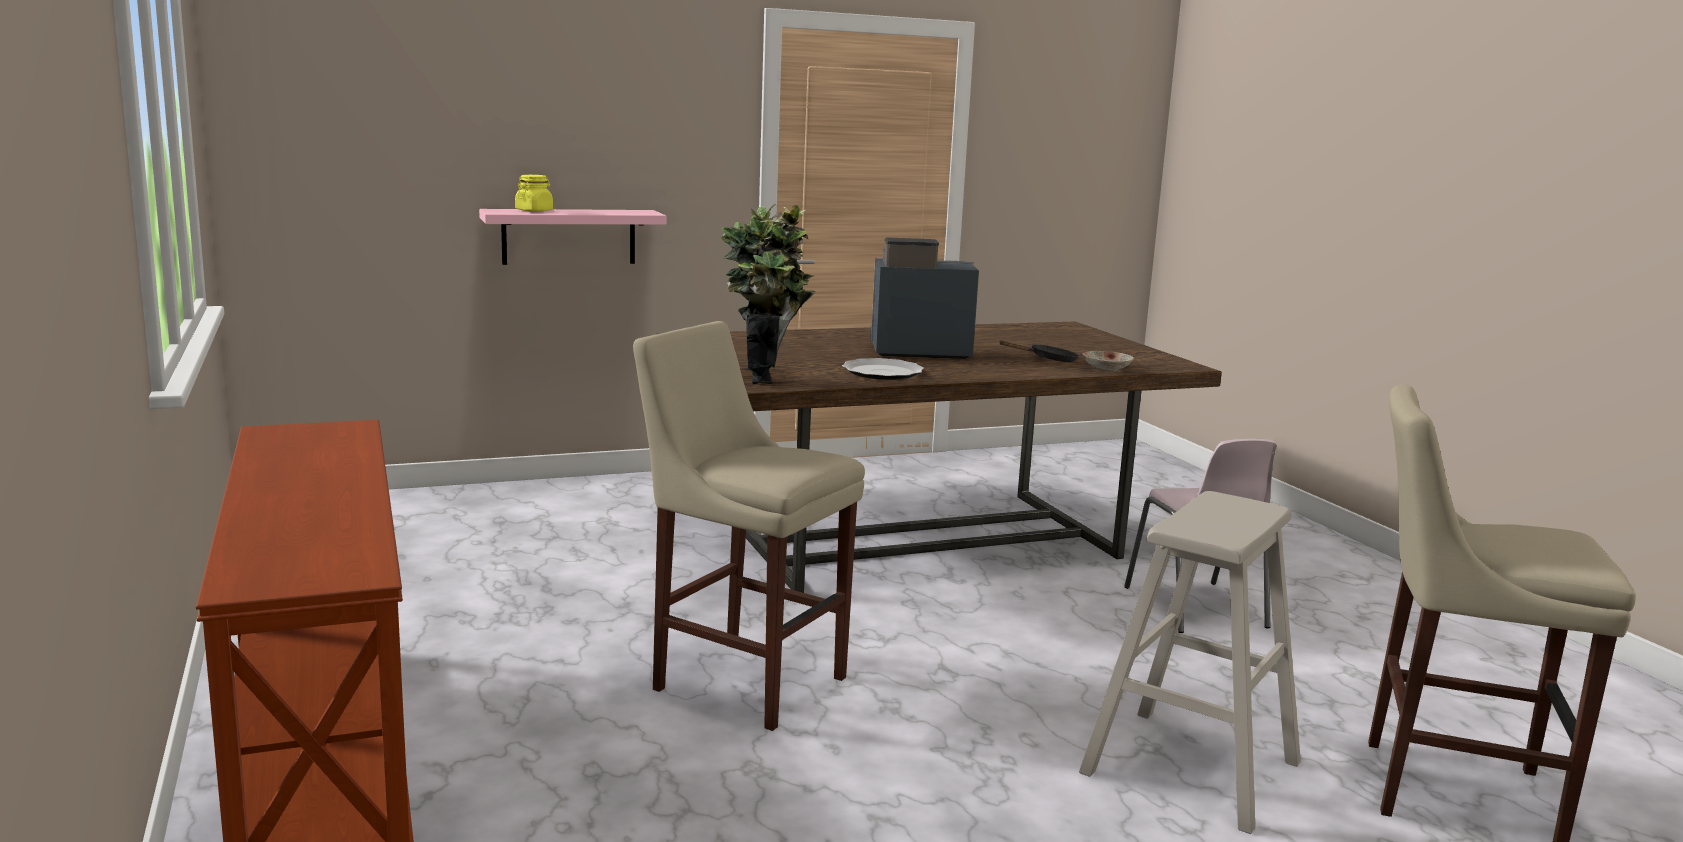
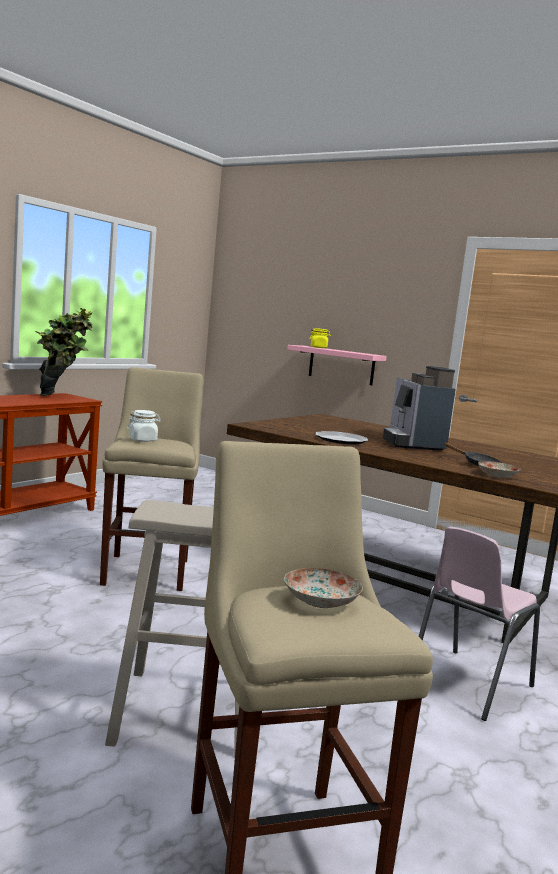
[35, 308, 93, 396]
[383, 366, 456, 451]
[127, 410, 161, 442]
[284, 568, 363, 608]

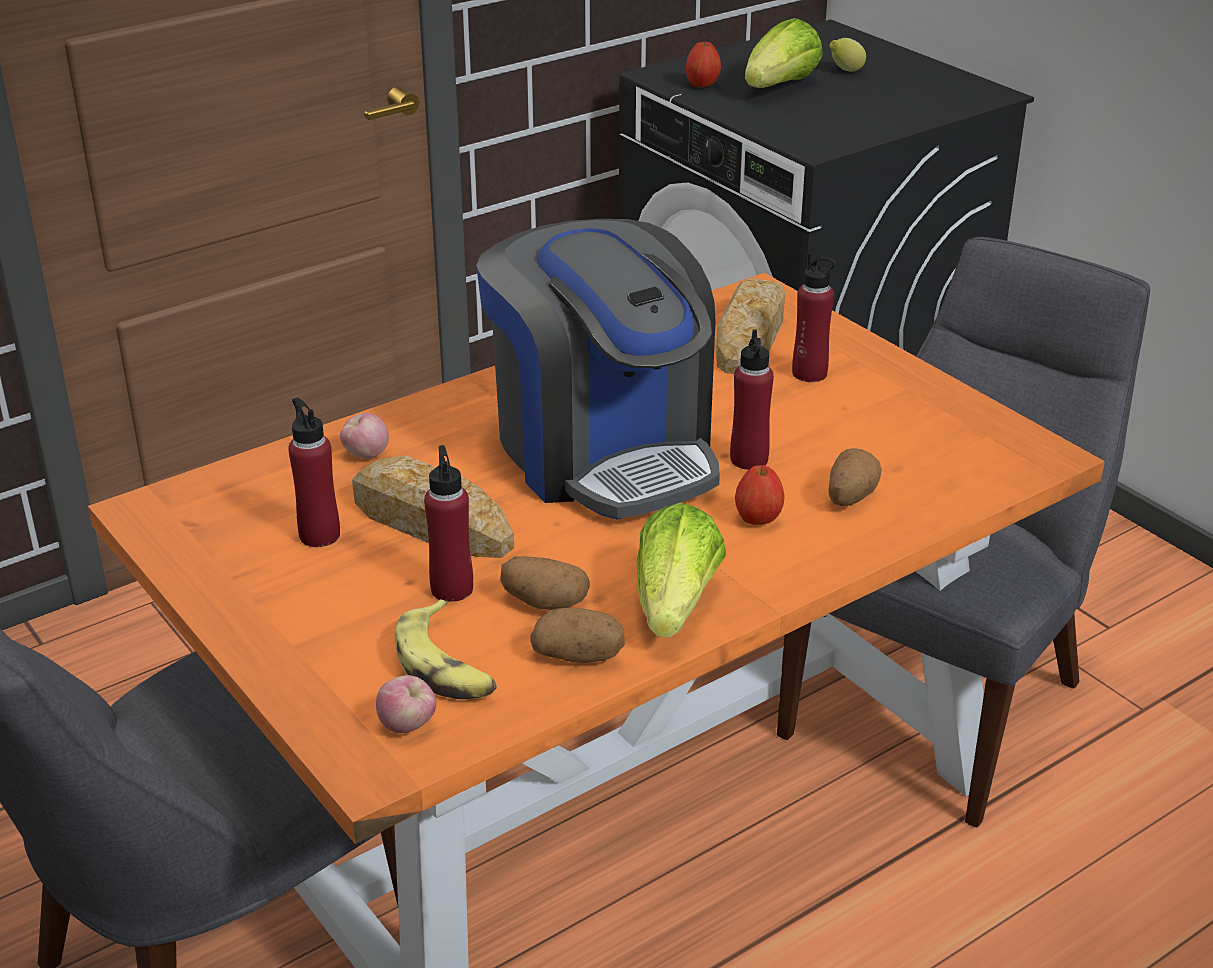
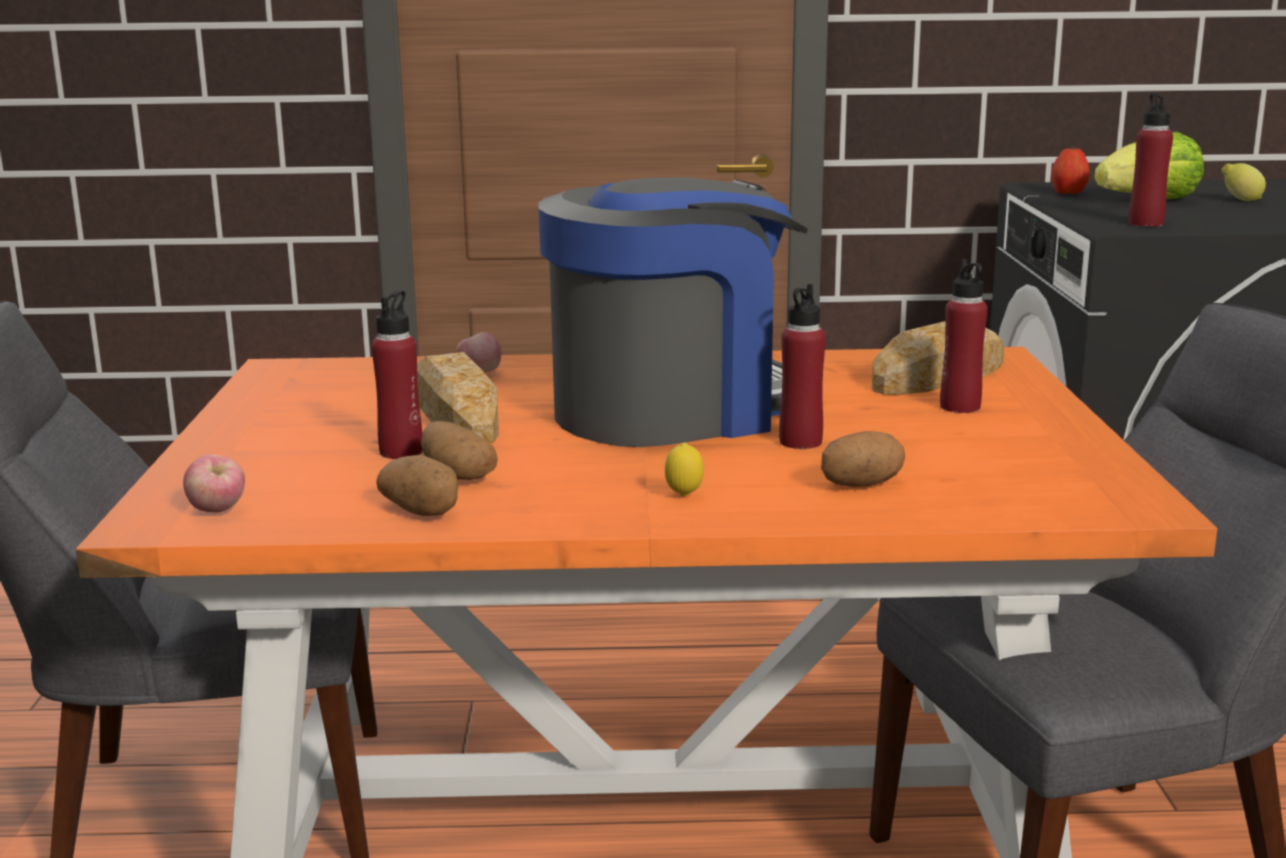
[1128, 94, 1173, 227]
[395, 599, 497, 699] (first image)
[538, 178, 808, 447]
[637, 503, 726, 638] (first image)
[735, 465, 785, 525] (first image)
[665, 443, 704, 497]

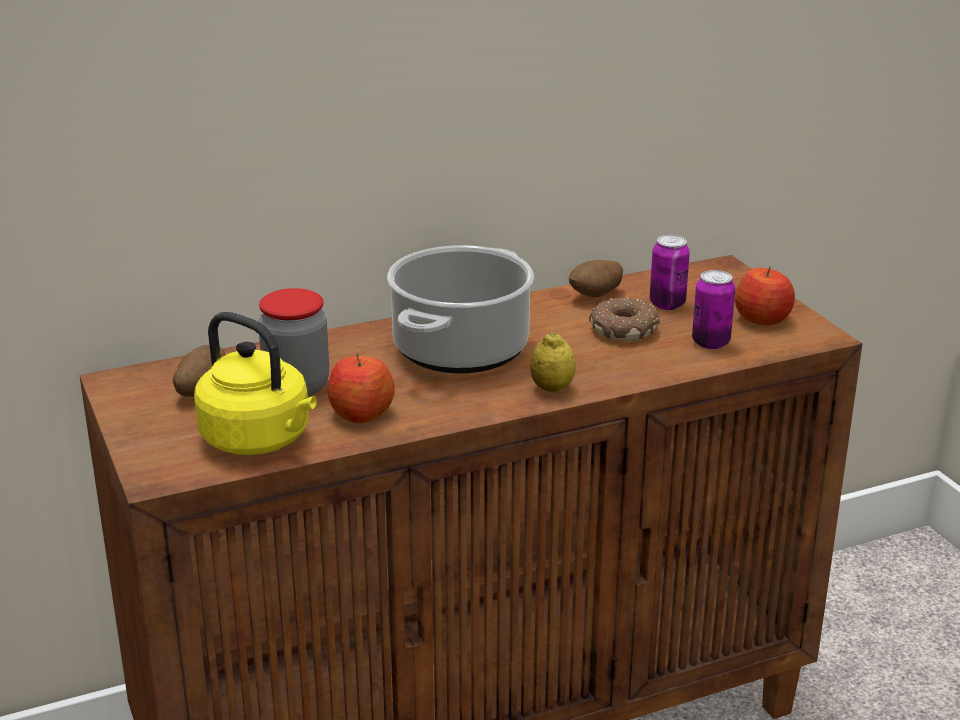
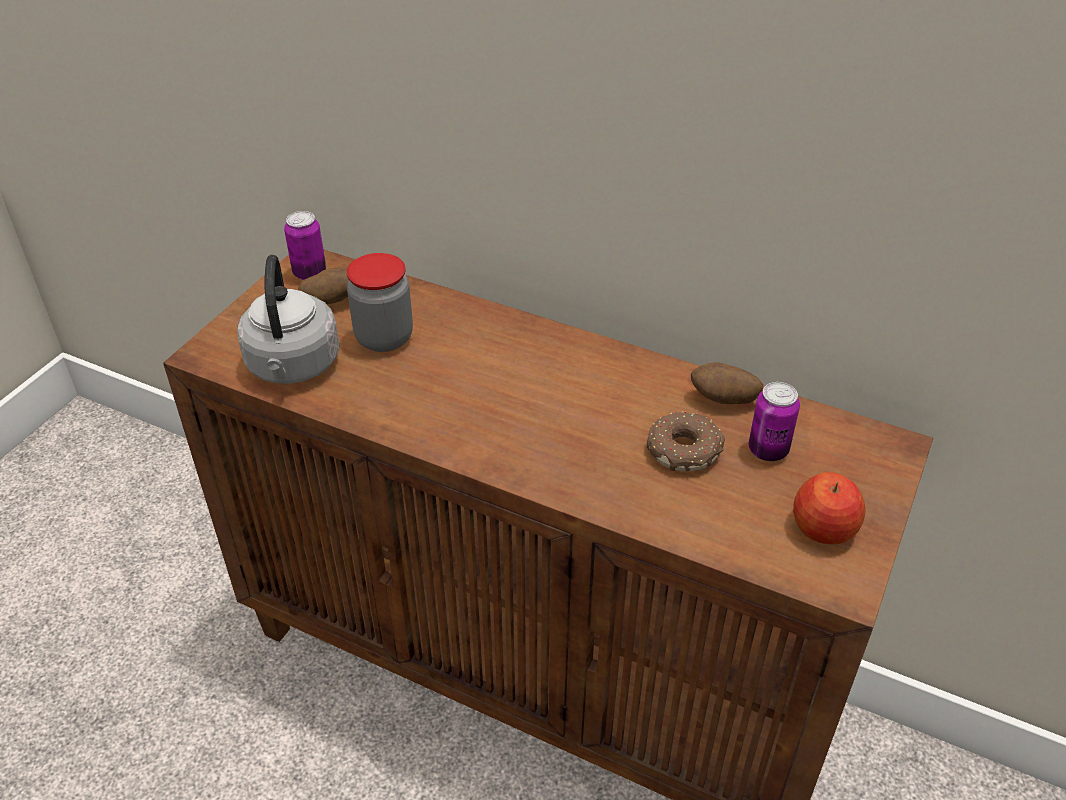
[237, 255, 340, 384]
[328, 354, 395, 423] (first image)
[387, 245, 534, 373] (first image)
[530, 332, 576, 392] (first image)
[284, 211, 326, 280]

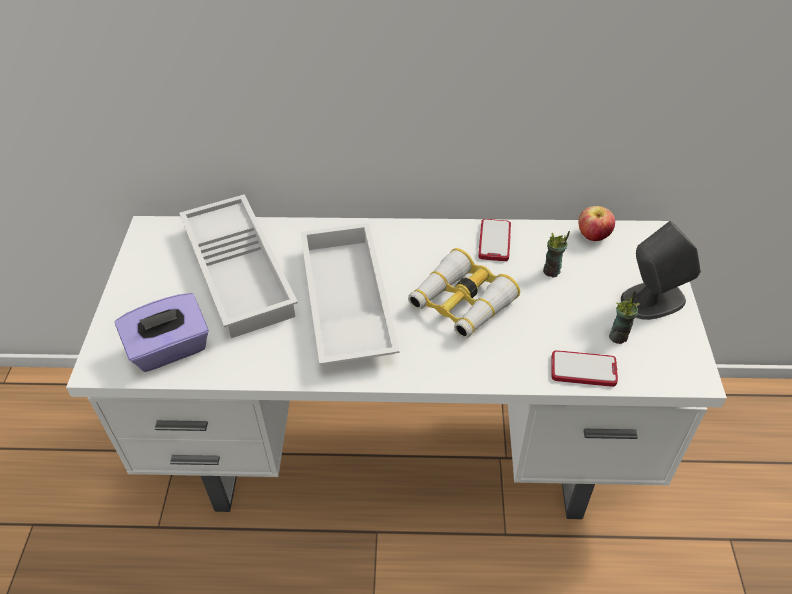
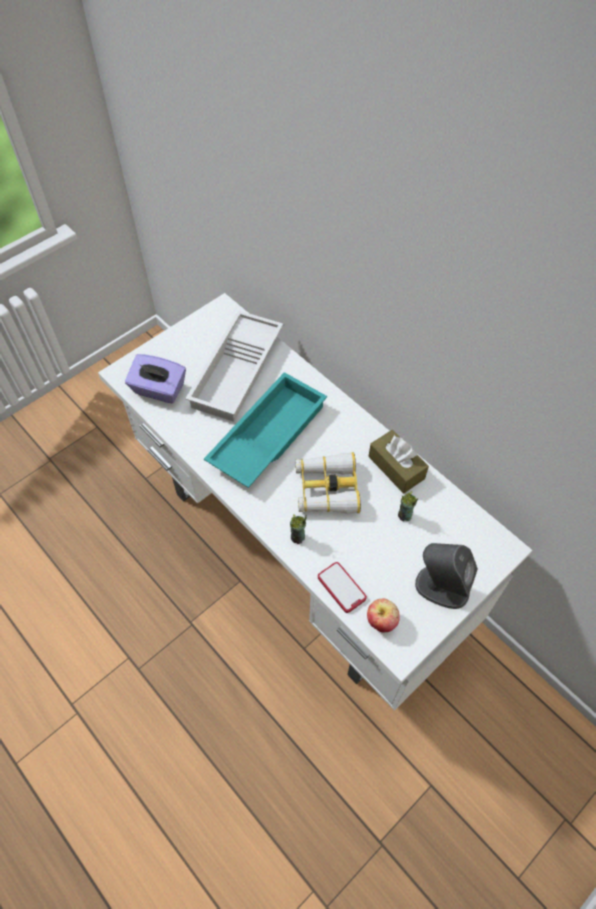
[204, 372, 327, 488]
[368, 430, 429, 493]
[367, 599, 400, 633]
[290, 514, 307, 544]

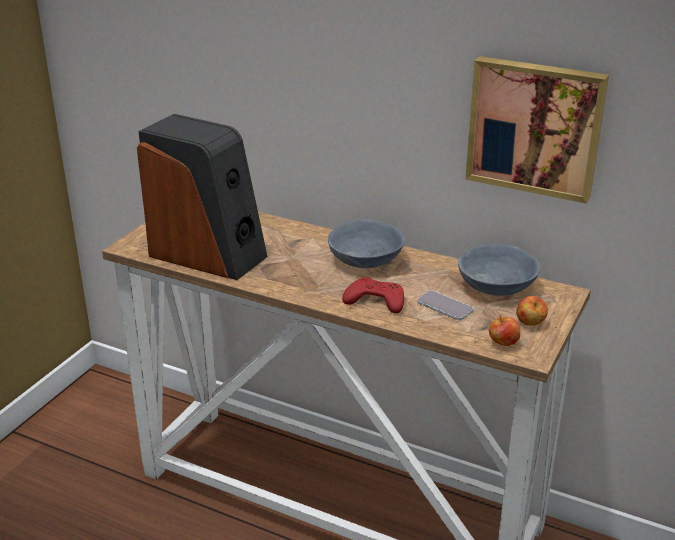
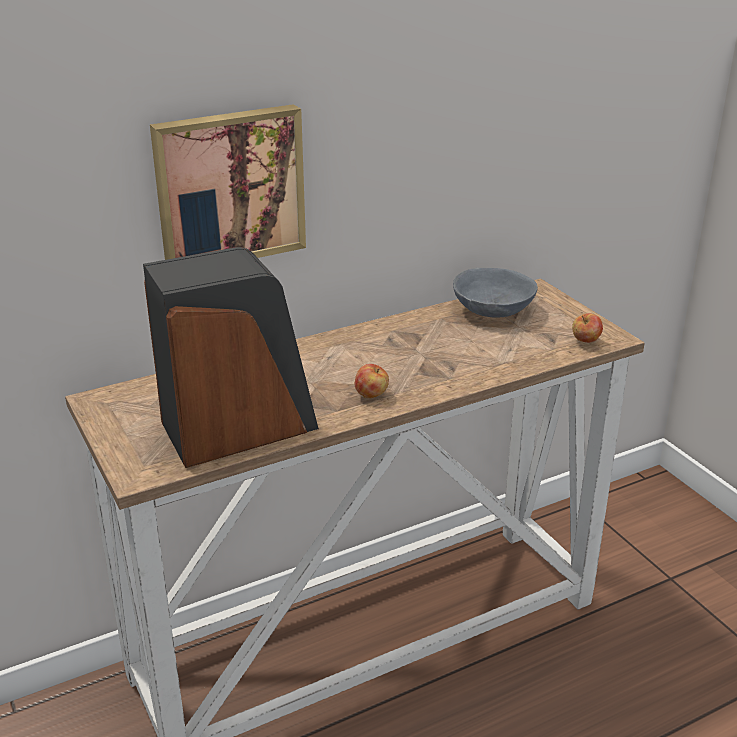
[328, 219, 405, 268] (first image)
[342, 277, 404, 313] (first image)
[417, 290, 474, 320] (first image)
[150, 104, 306, 260]
[355, 364, 389, 398]

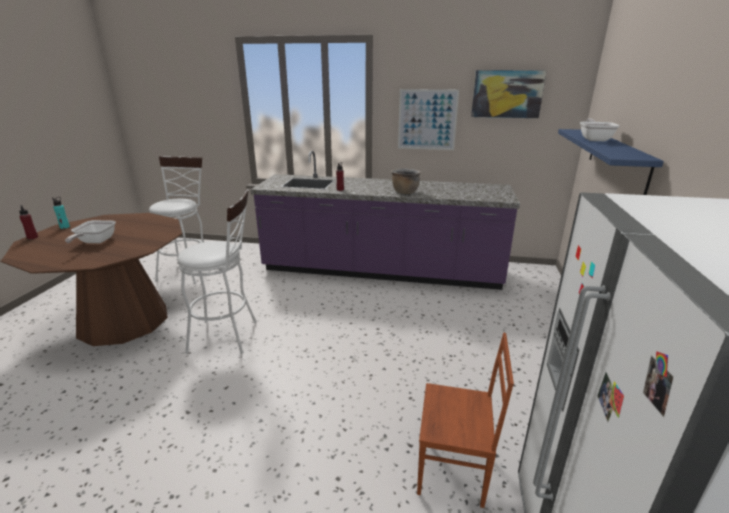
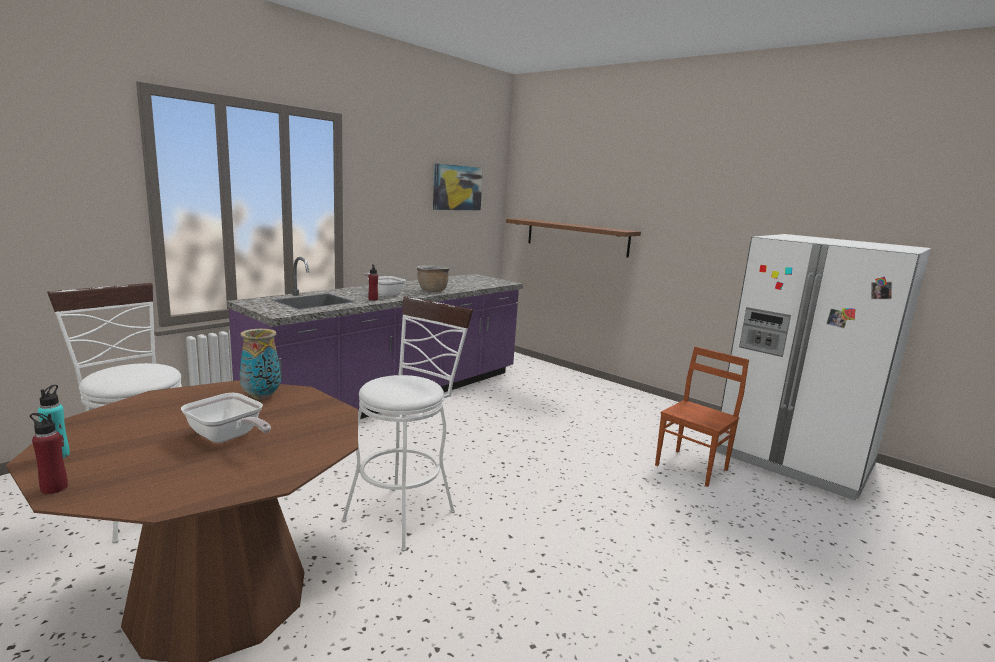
[398, 89, 459, 150] (first image)
[506, 219, 641, 258]
[364, 273, 406, 296]
[240, 329, 281, 399]

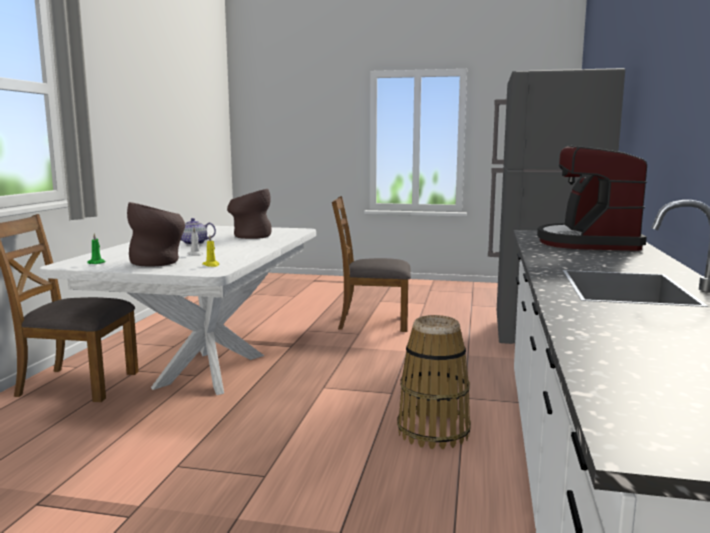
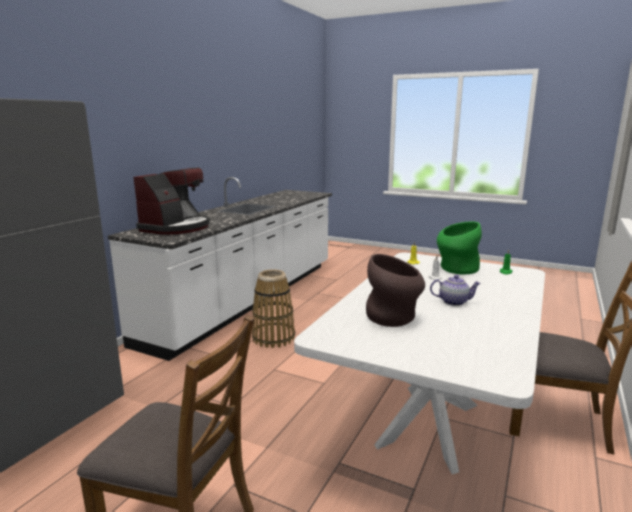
[437, 221, 482, 274]

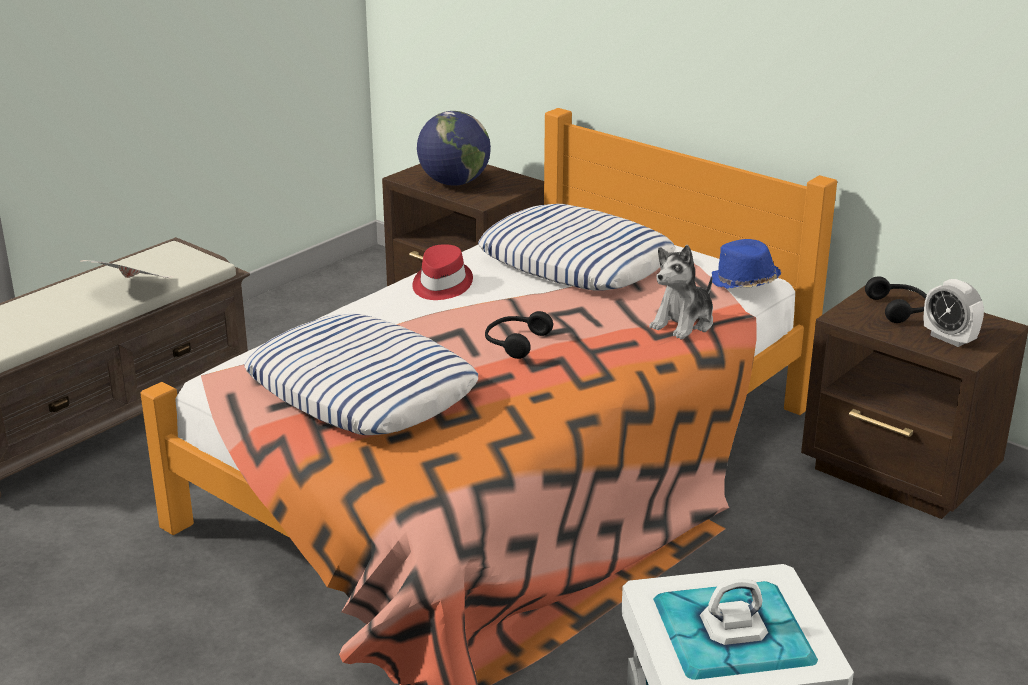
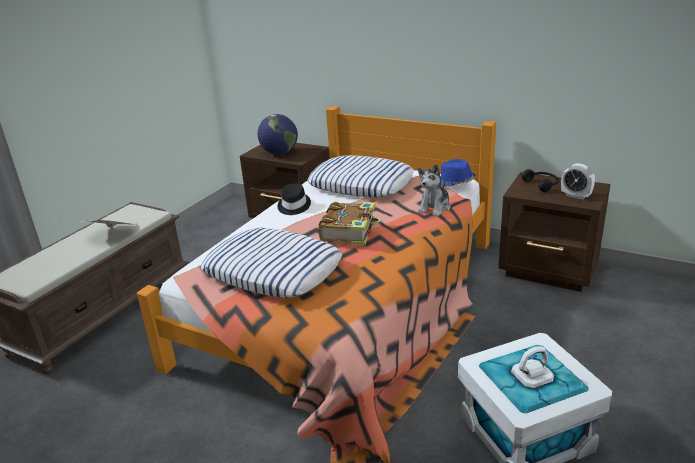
[278, 184, 311, 215]
[319, 202, 381, 246]

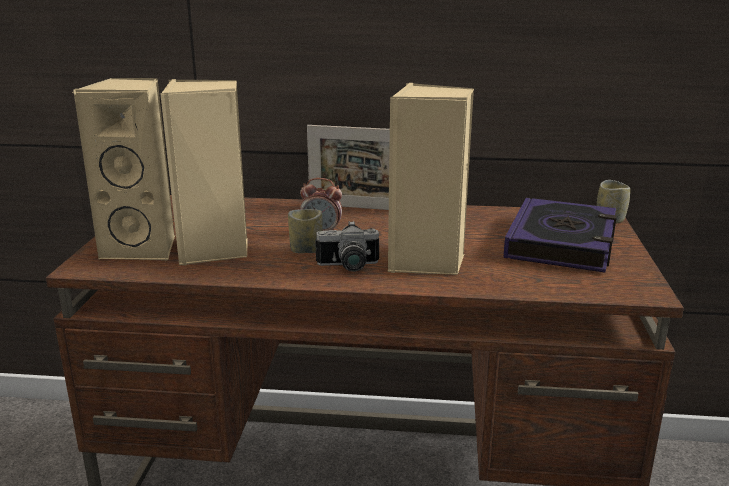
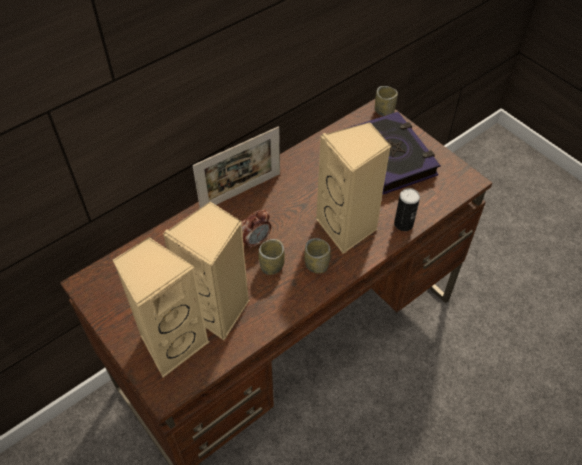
[304, 238, 331, 274]
[394, 188, 420, 231]

